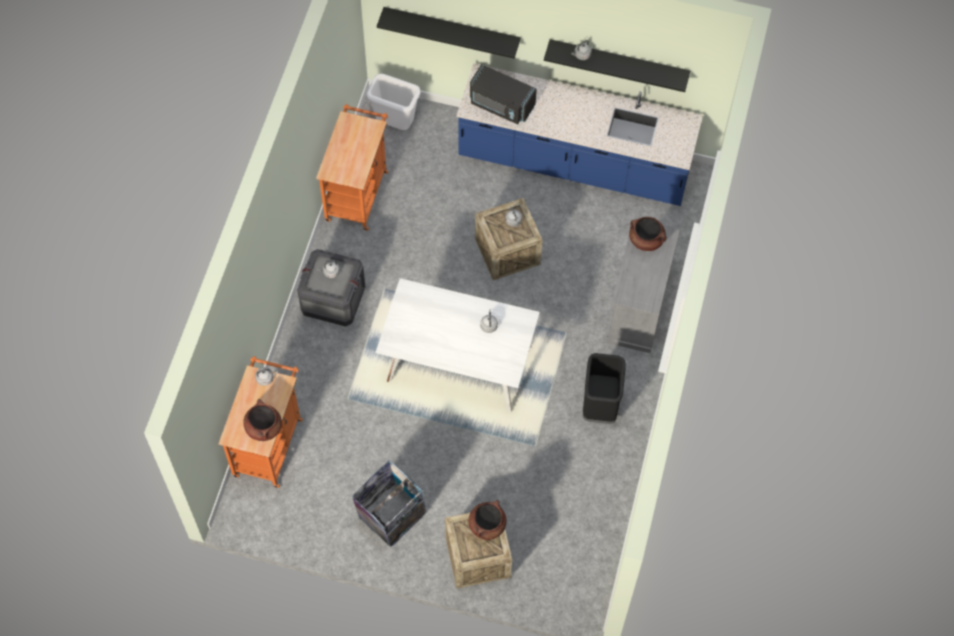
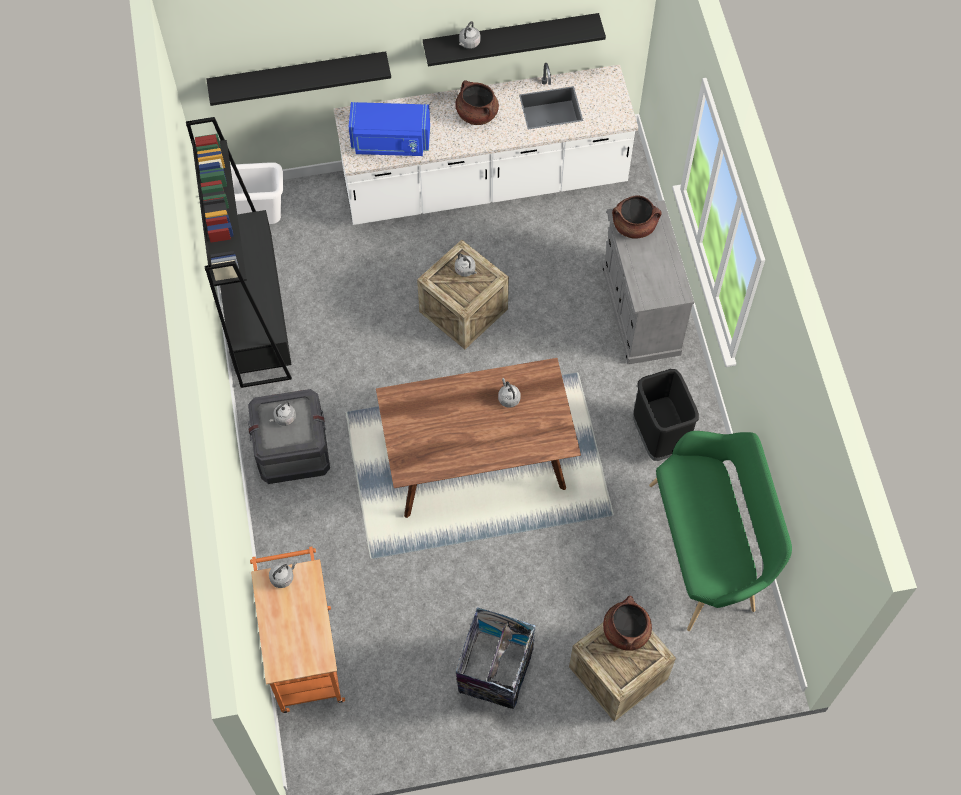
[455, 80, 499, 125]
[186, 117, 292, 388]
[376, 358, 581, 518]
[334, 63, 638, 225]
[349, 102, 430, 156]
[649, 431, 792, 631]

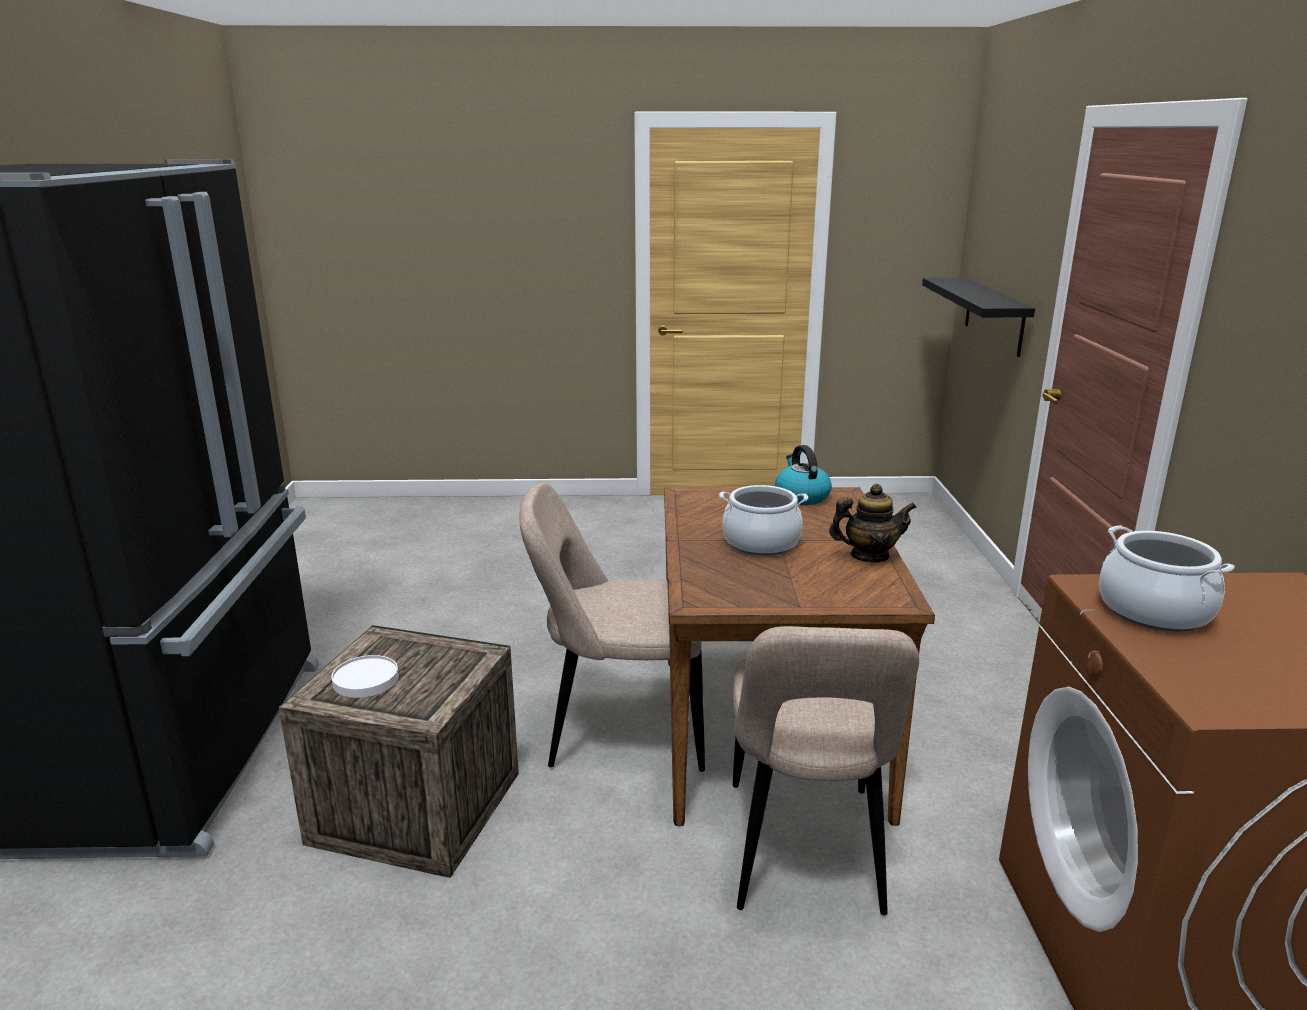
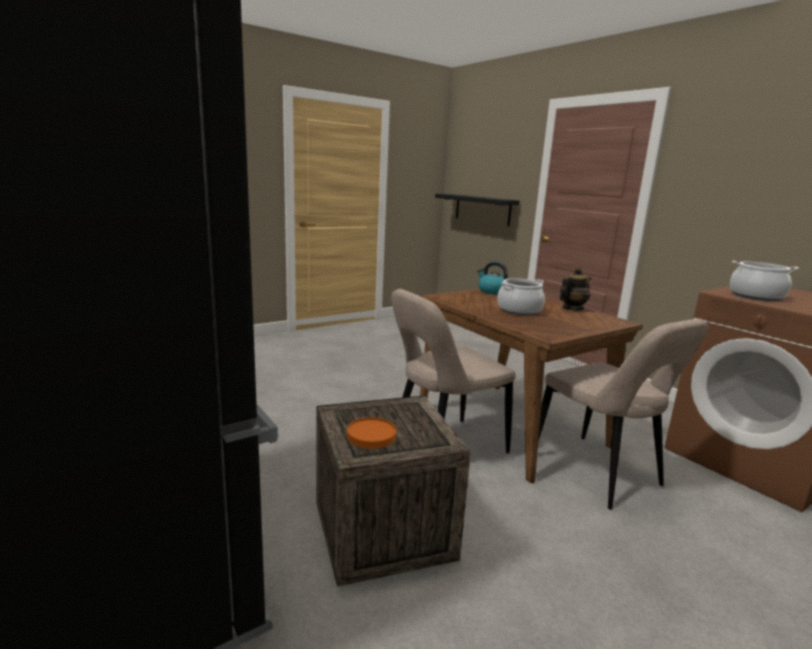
[347, 417, 396, 449]

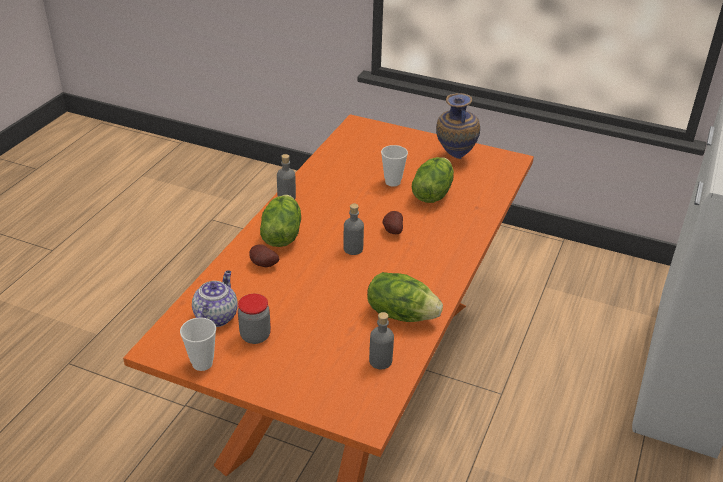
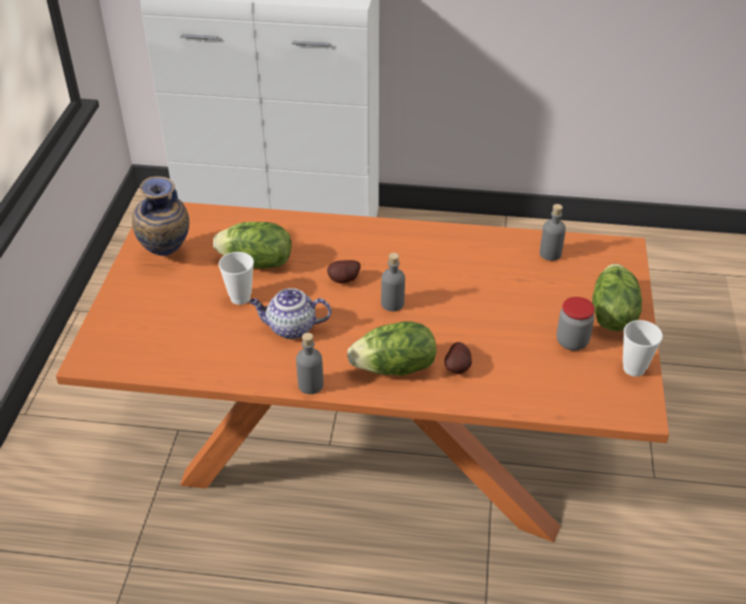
[249, 288, 331, 339]
[592, 264, 642, 331]

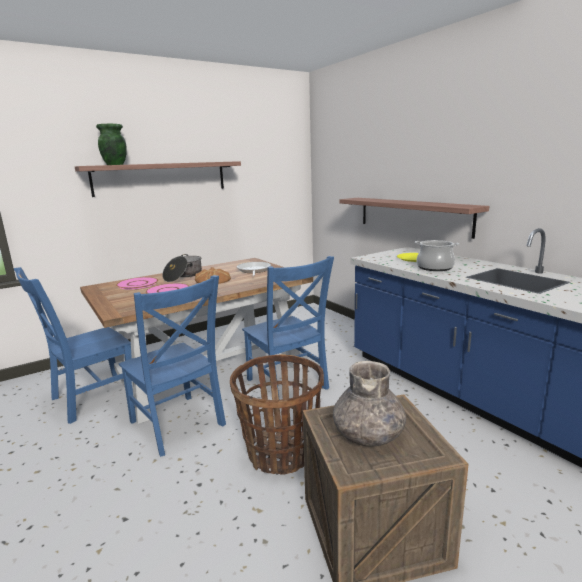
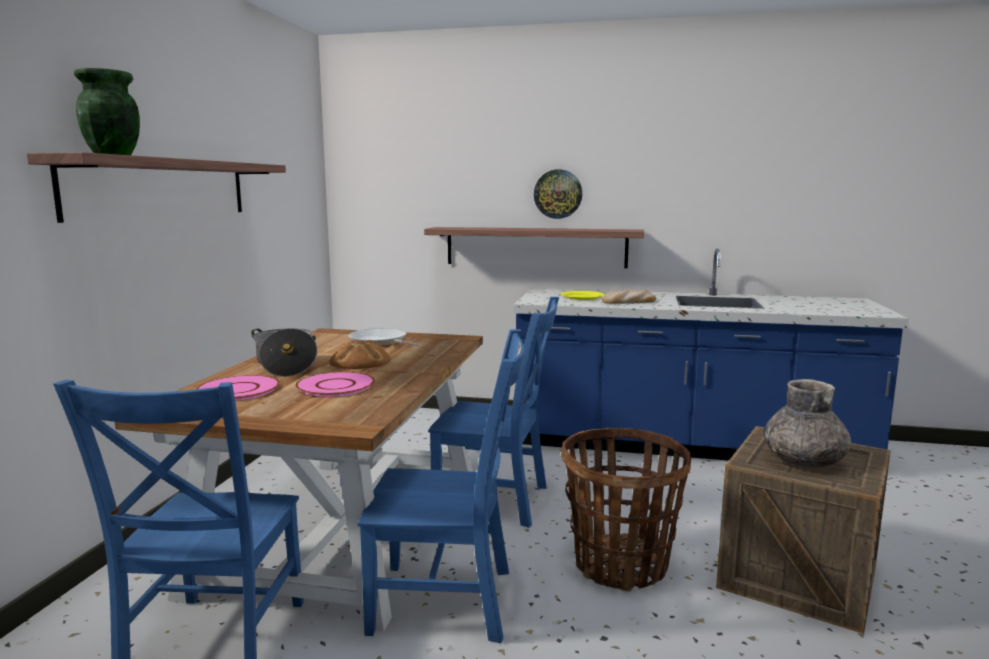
[602, 289, 656, 304]
[534, 169, 582, 219]

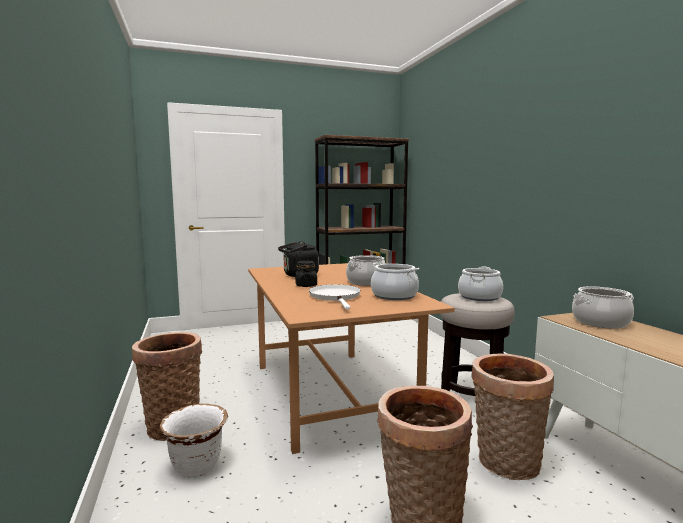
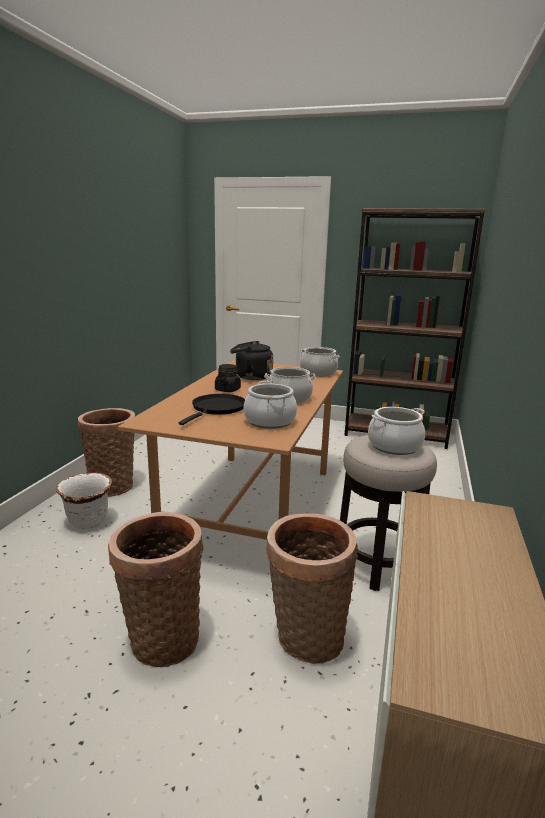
[179, 394, 245, 425]
[300, 347, 340, 377]

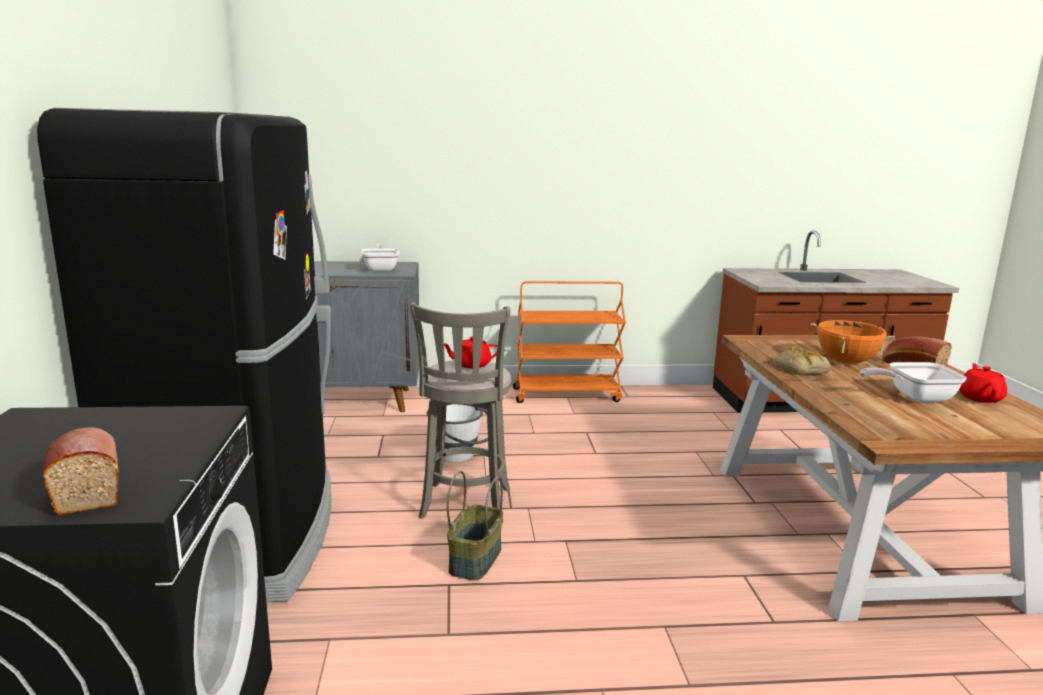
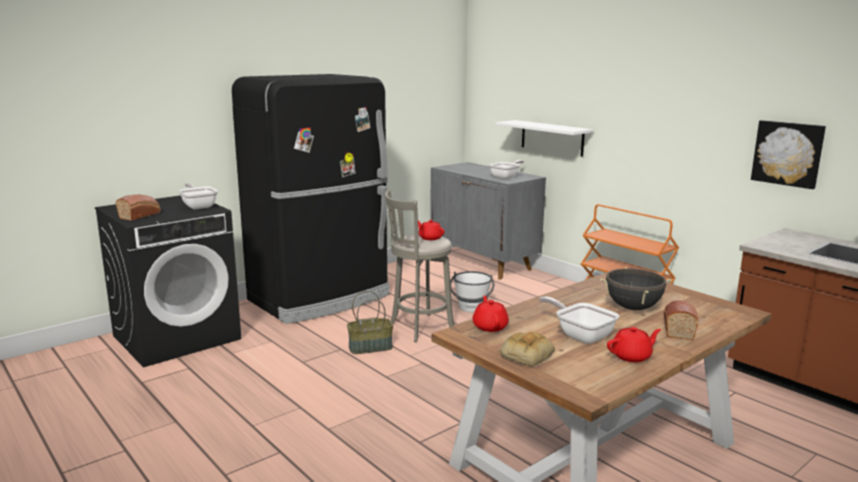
[500, 332, 555, 367]
[600, 267, 672, 310]
[178, 183, 218, 209]
[473, 295, 509, 332]
[496, 120, 594, 157]
[751, 120, 826, 189]

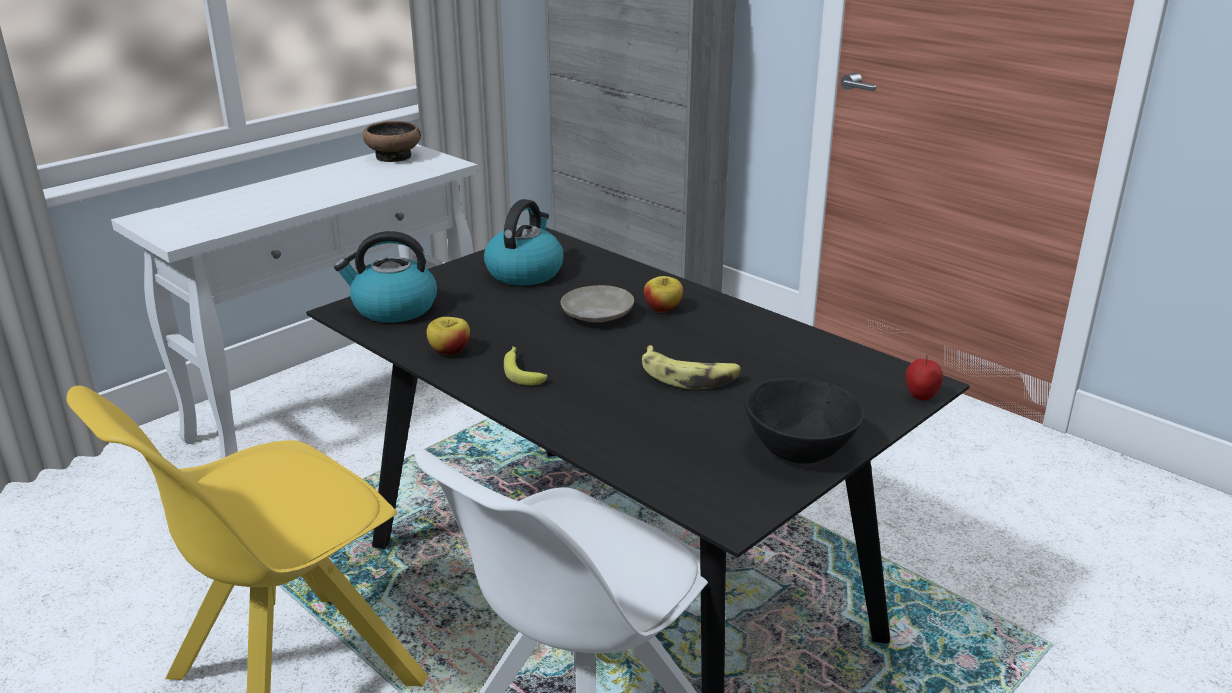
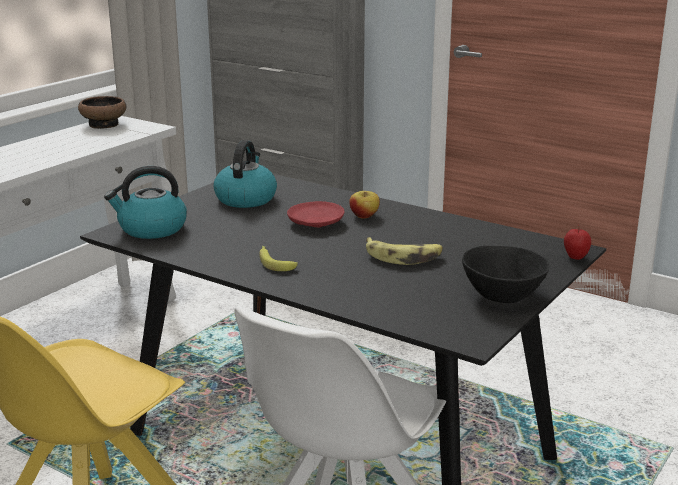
[426, 317, 470, 355] (first image)
[287, 201, 344, 228]

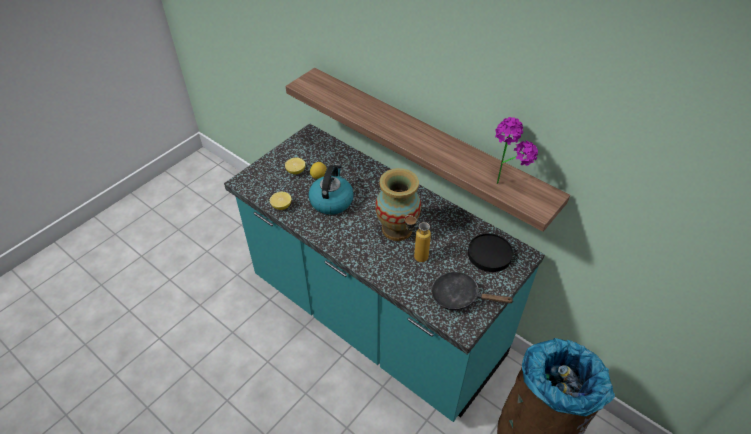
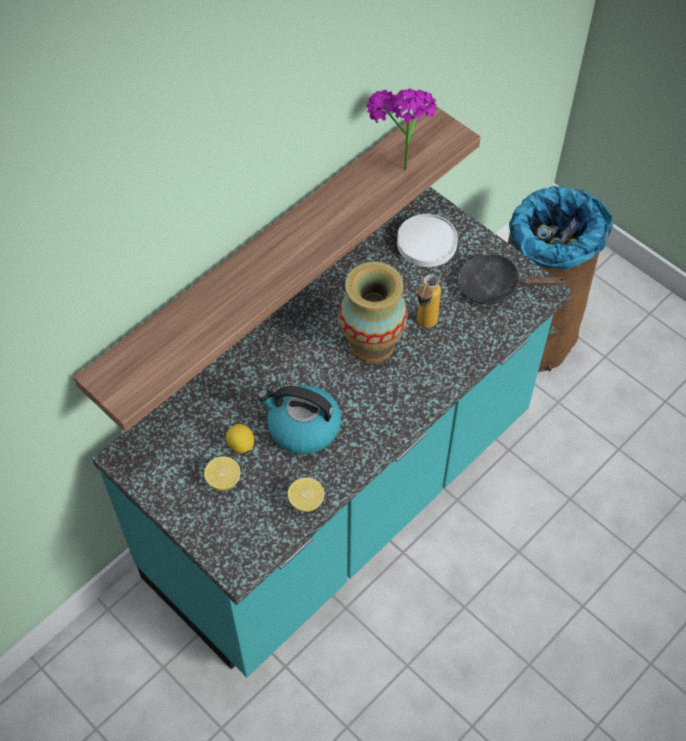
[458, 253, 568, 305]
[397, 214, 458, 267]

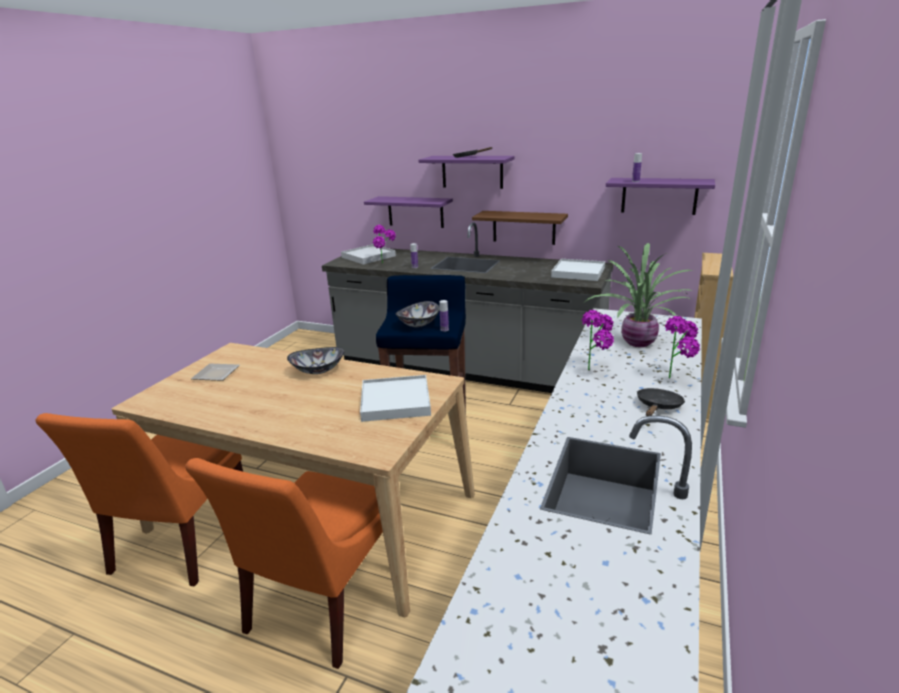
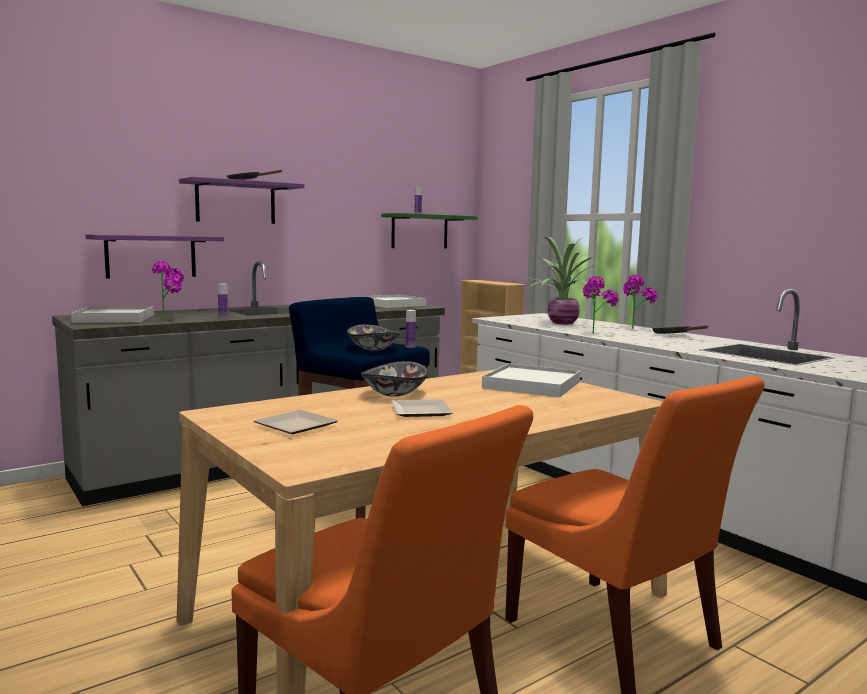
[472, 211, 568, 245] (first image)
[381, 213, 478, 248]
[392, 399, 453, 417]

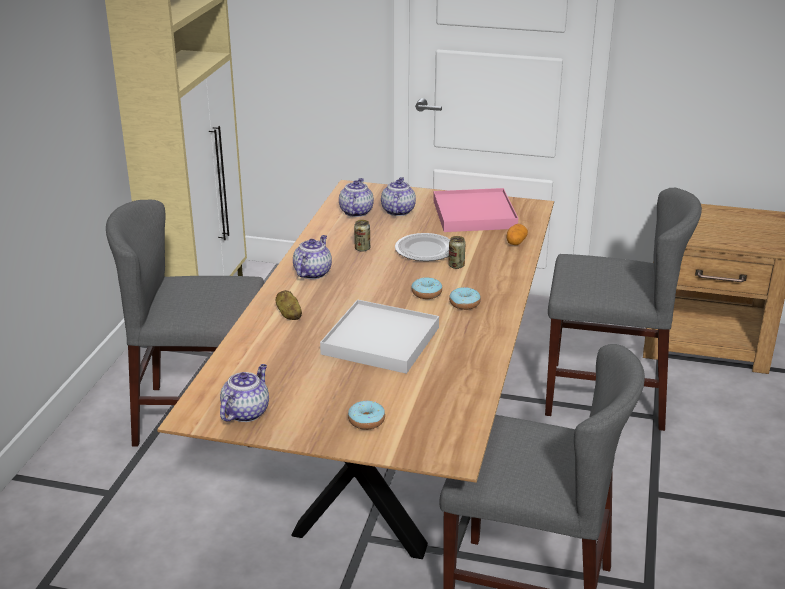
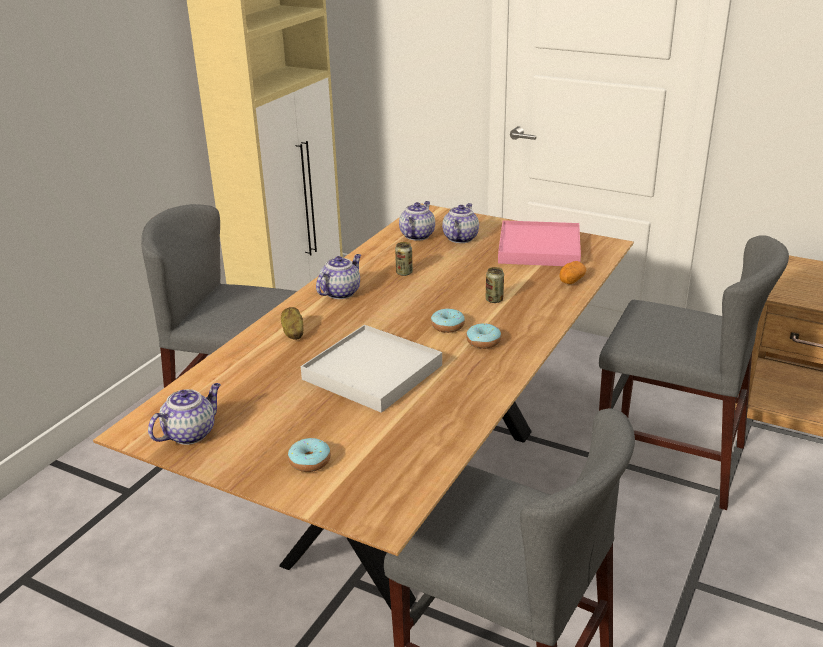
[395, 233, 450, 261] (first image)

